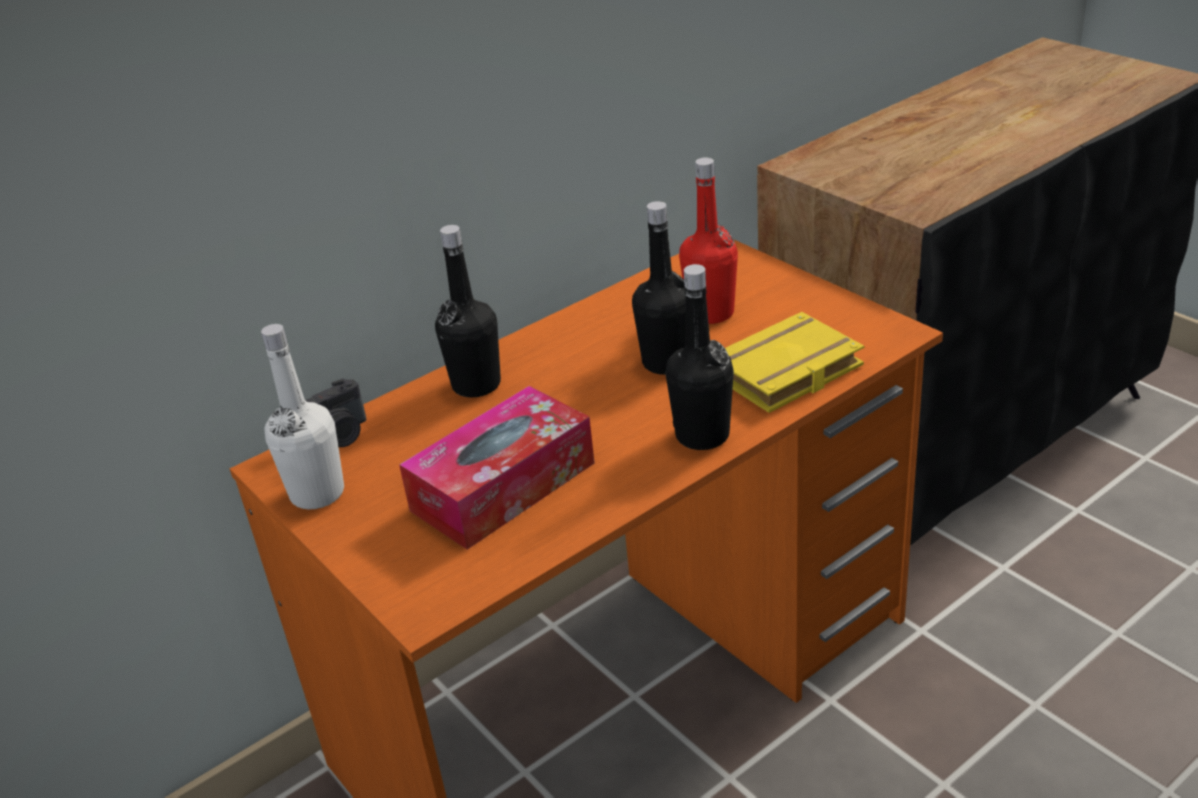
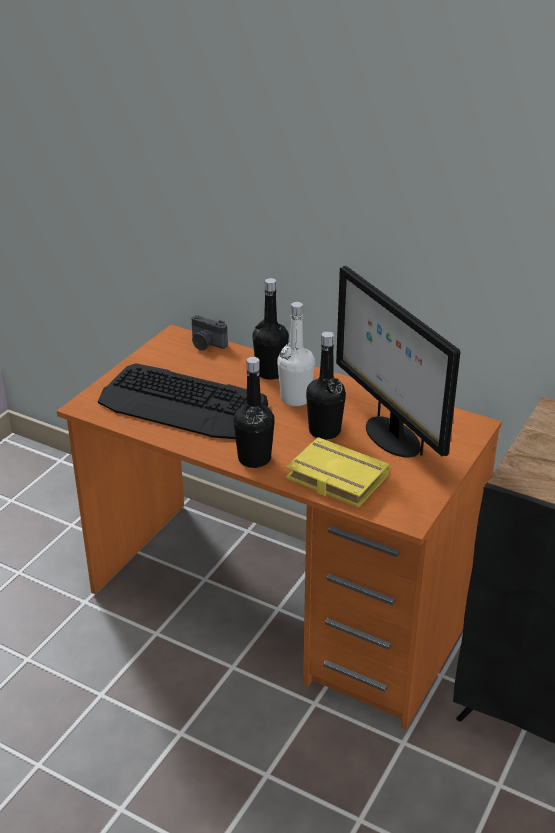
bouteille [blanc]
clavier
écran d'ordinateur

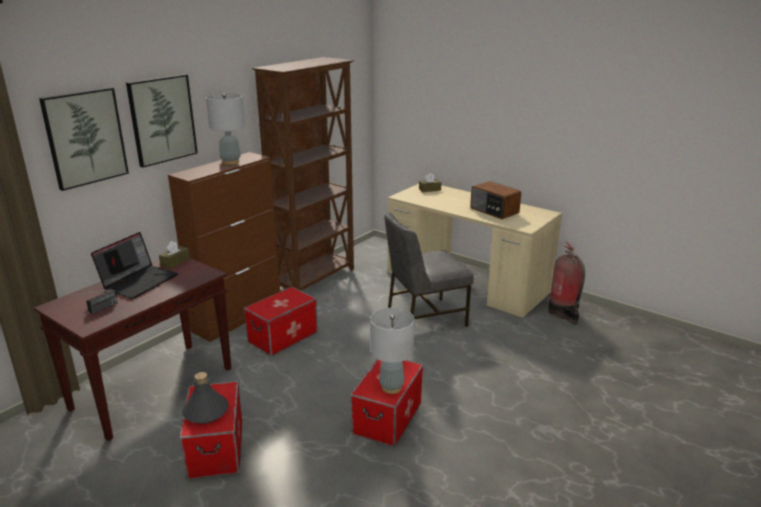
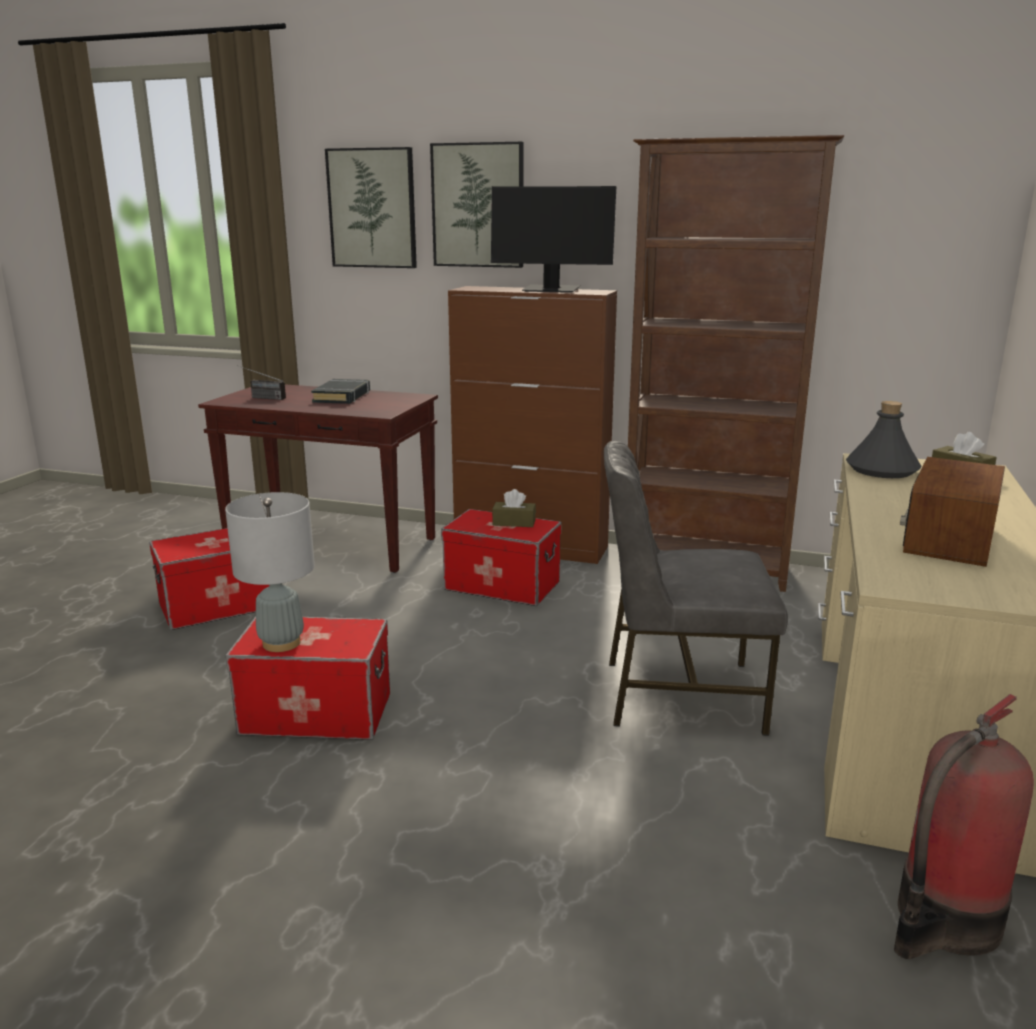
boîte à mouchoirs [marron] (1st from left)
bouteille [gris]
livre [noir]
écran d'ordinateur
chaise [gris]

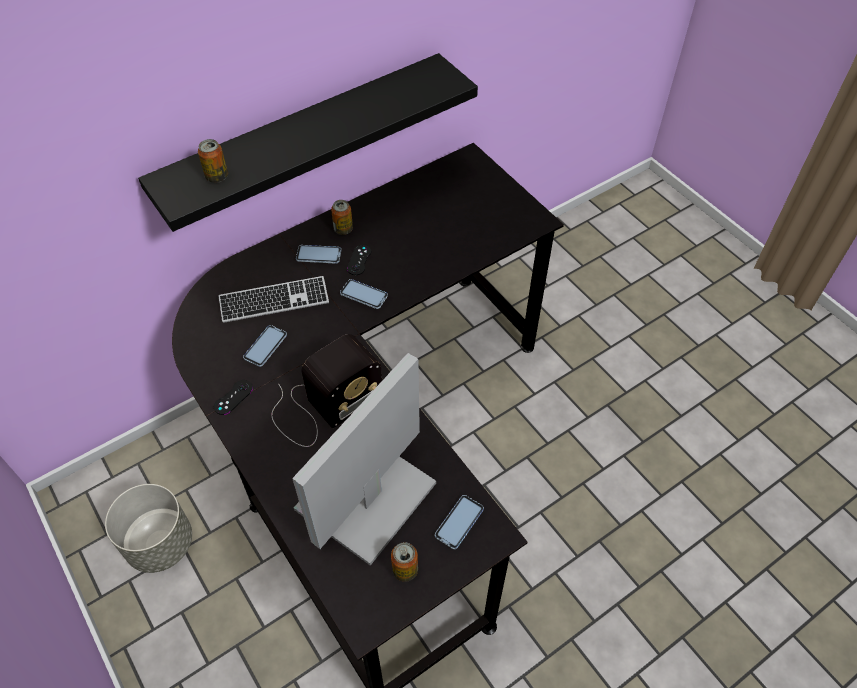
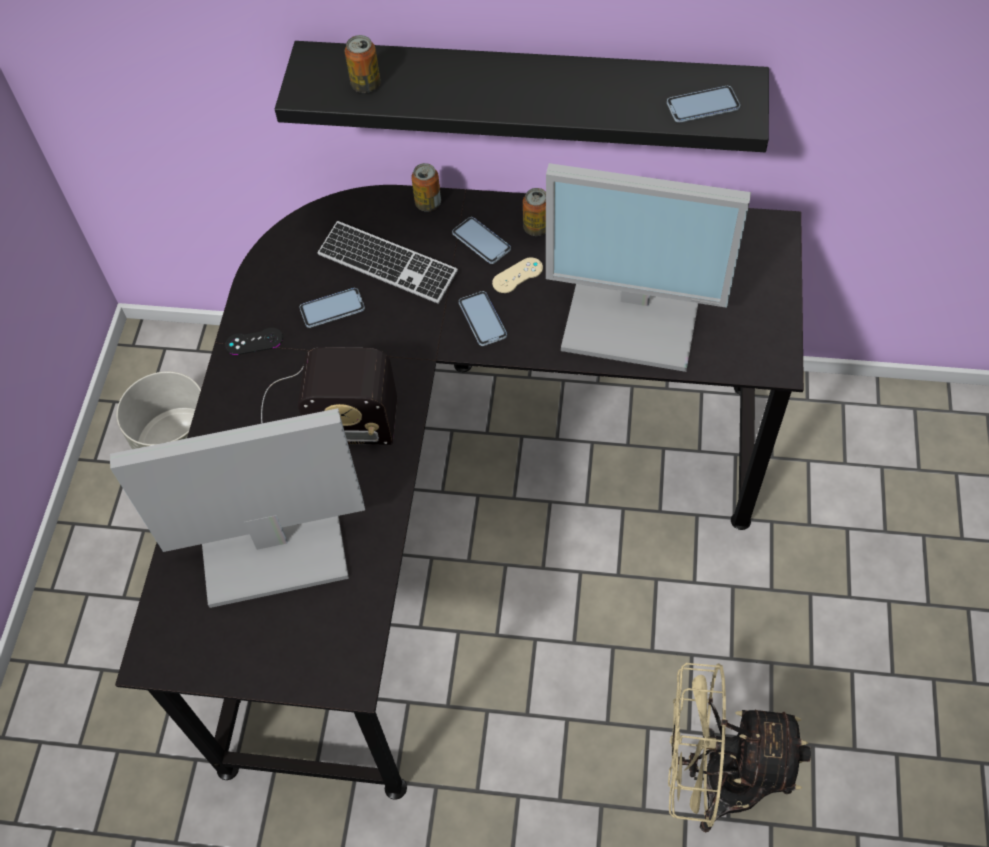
écran d'ordinateur (2nd from left)
ventilateur [beige]
boîte métallique (2nd from left)
téléphone (4th from left)
manette [beige]

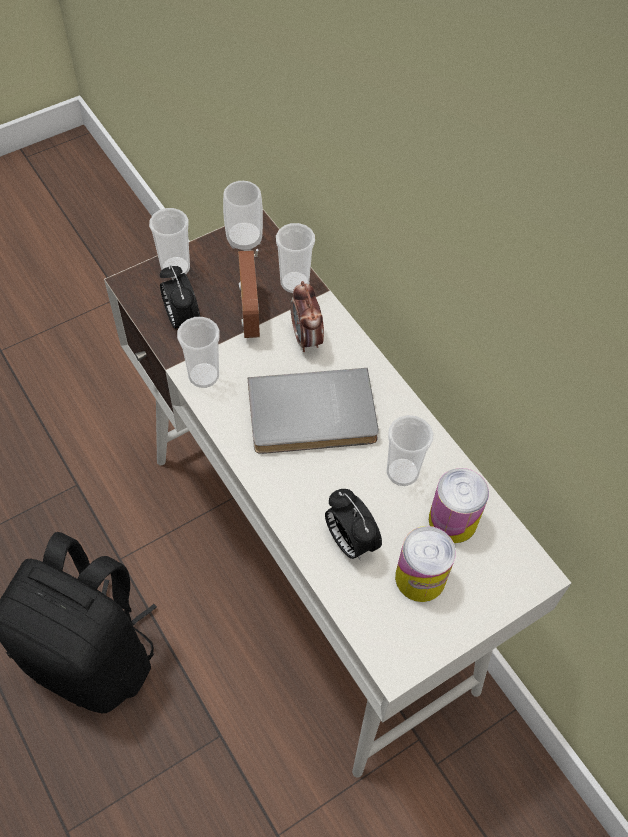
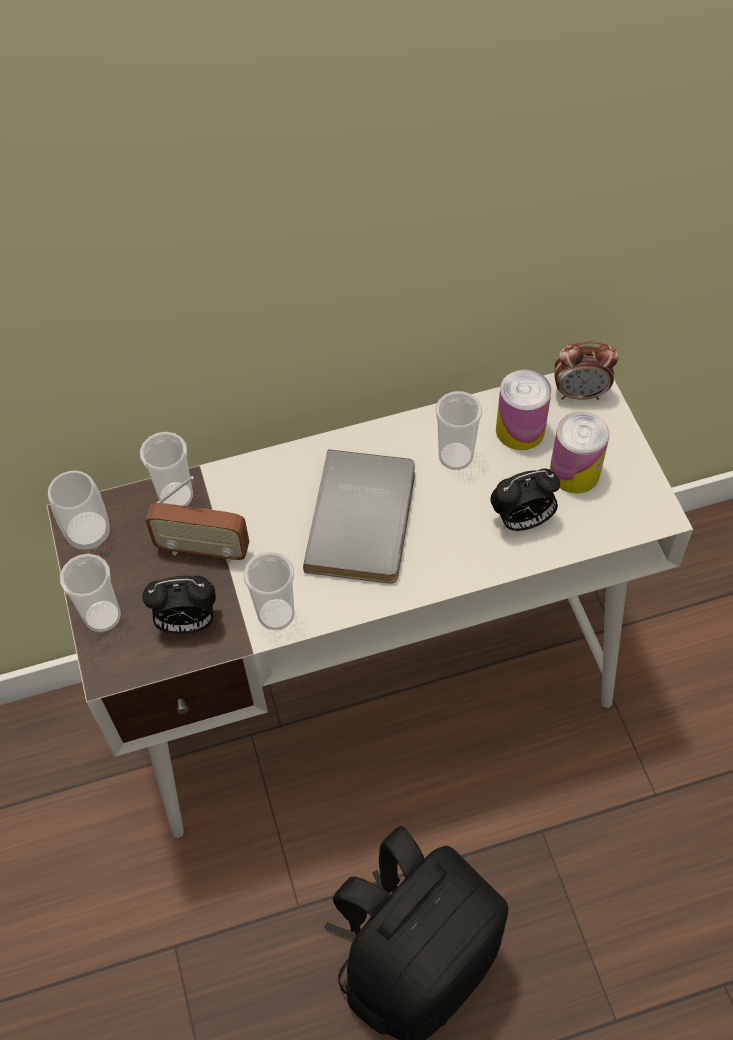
réveil (3rd from left)

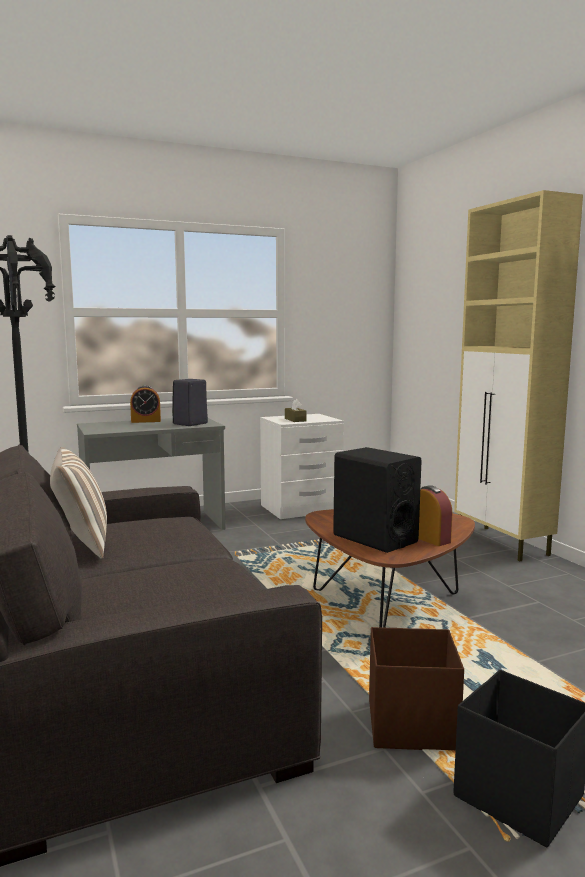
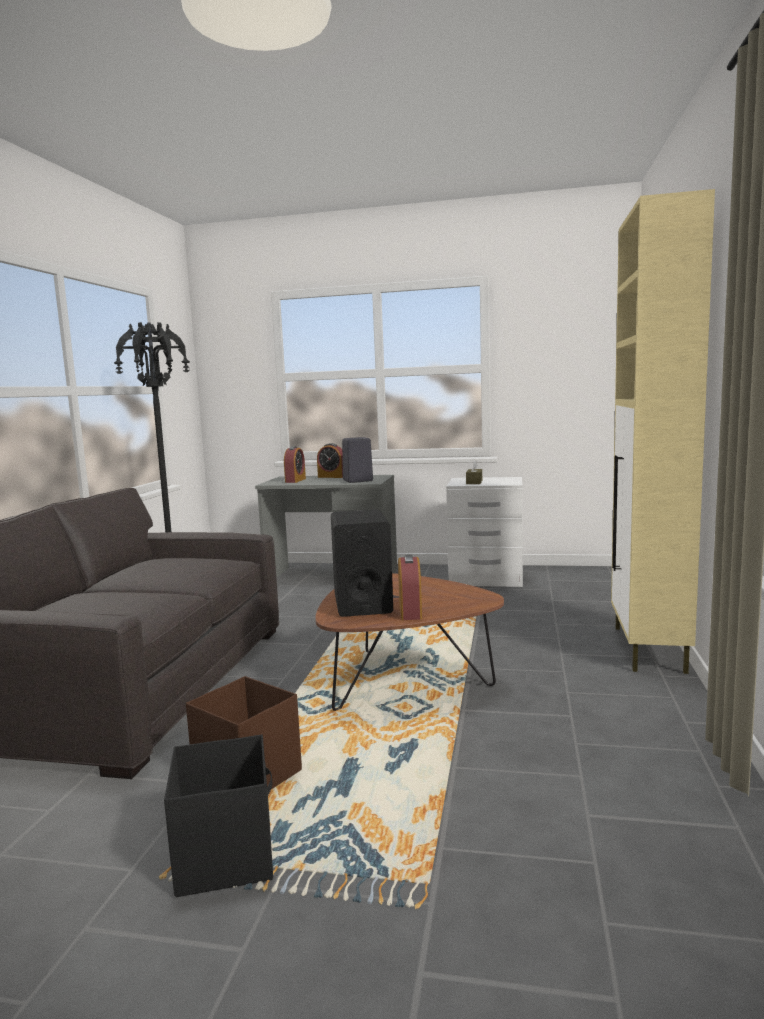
coussin
réveil (1st from left)

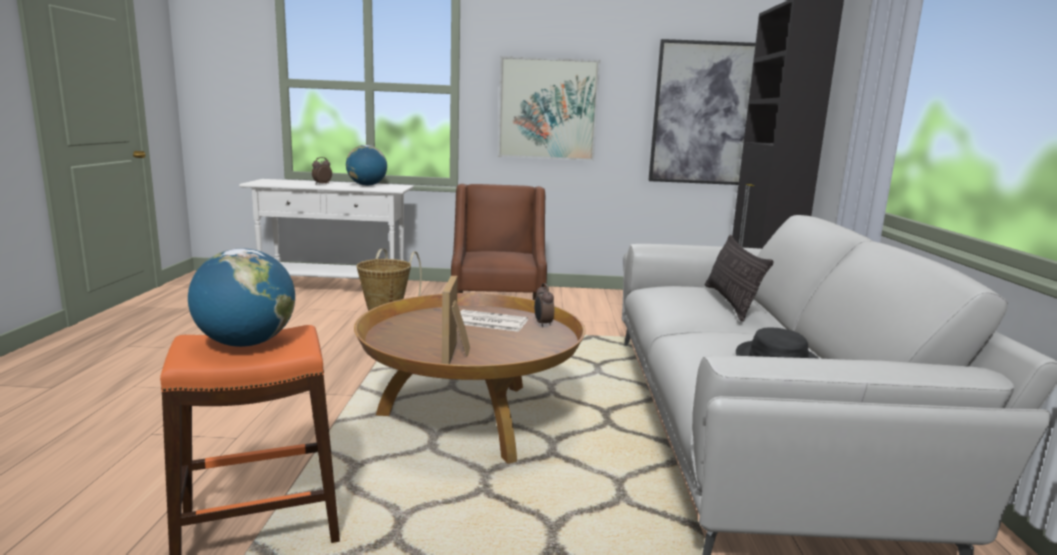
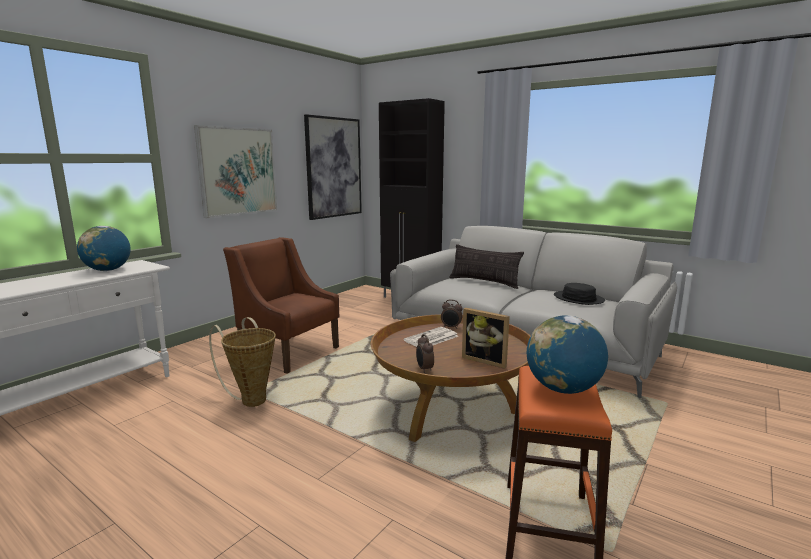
réveil (1st from left)

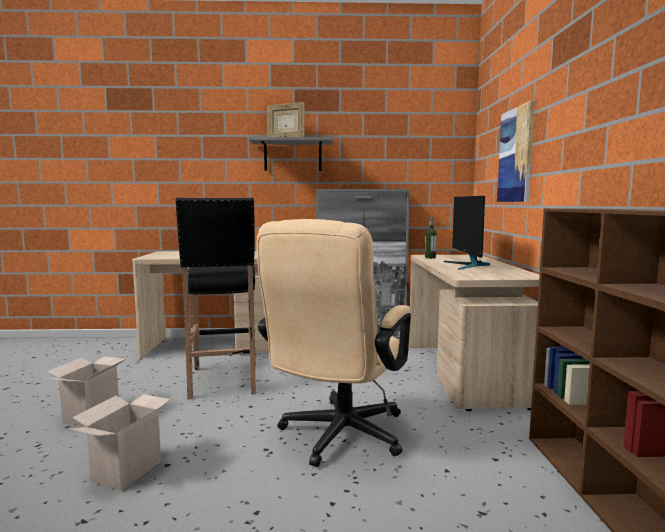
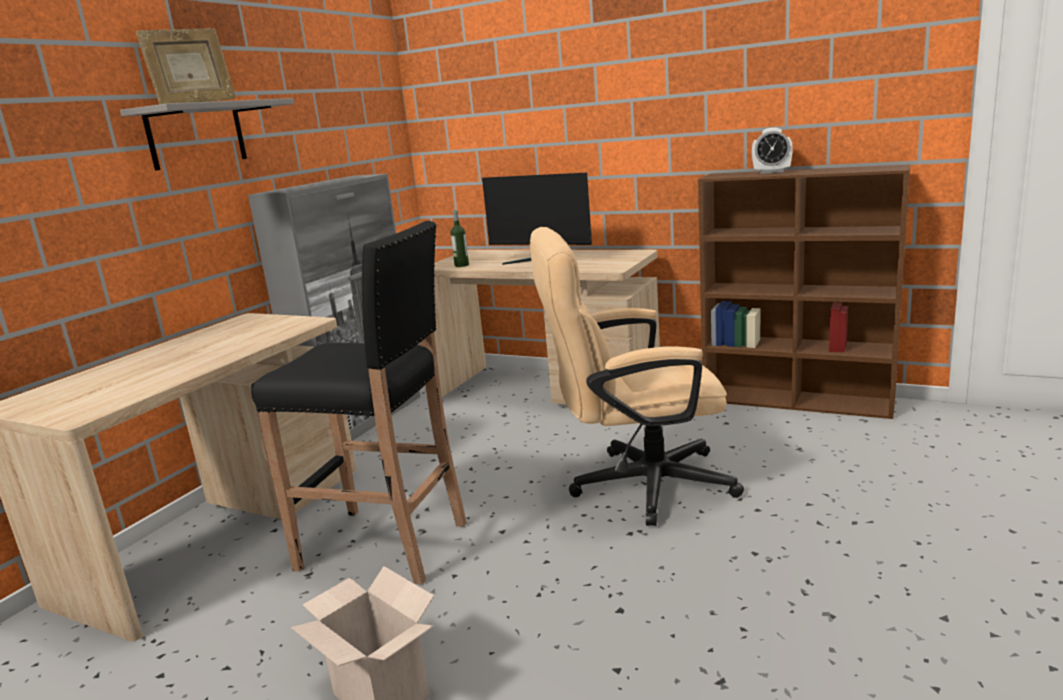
carton (2nd from left in the first image)
tableau
réveil
chaise de bureau [beige]

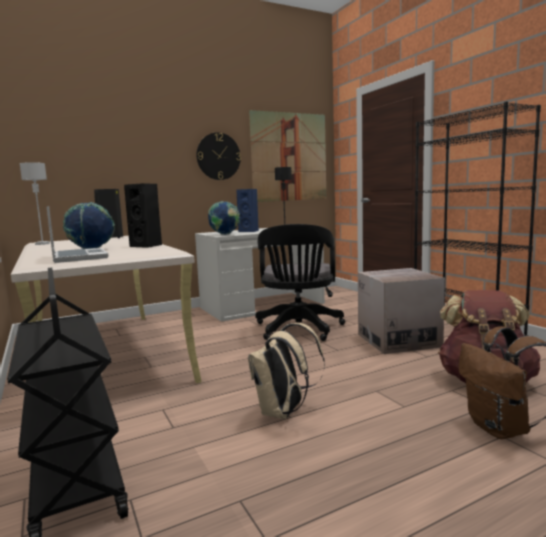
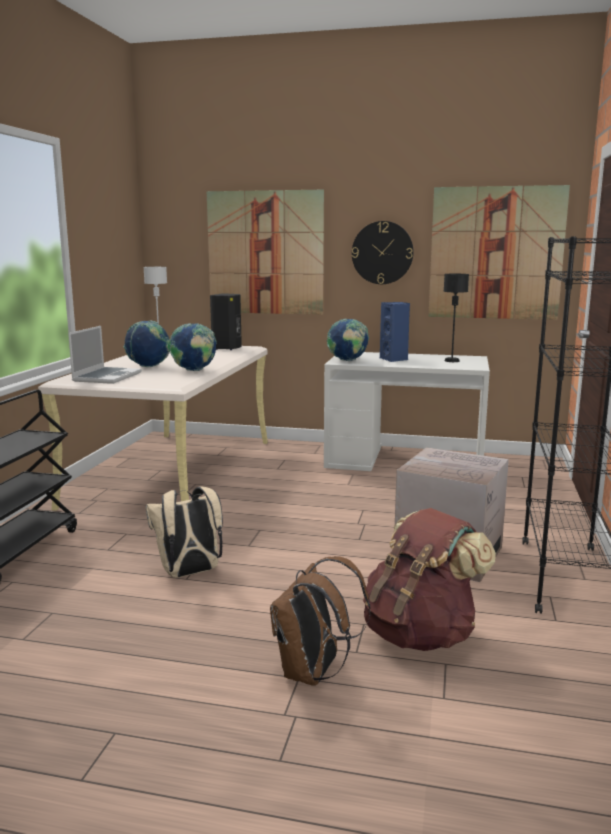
chaise de bureau [noir]
tableau (1st from left)
globe (2nd from left)

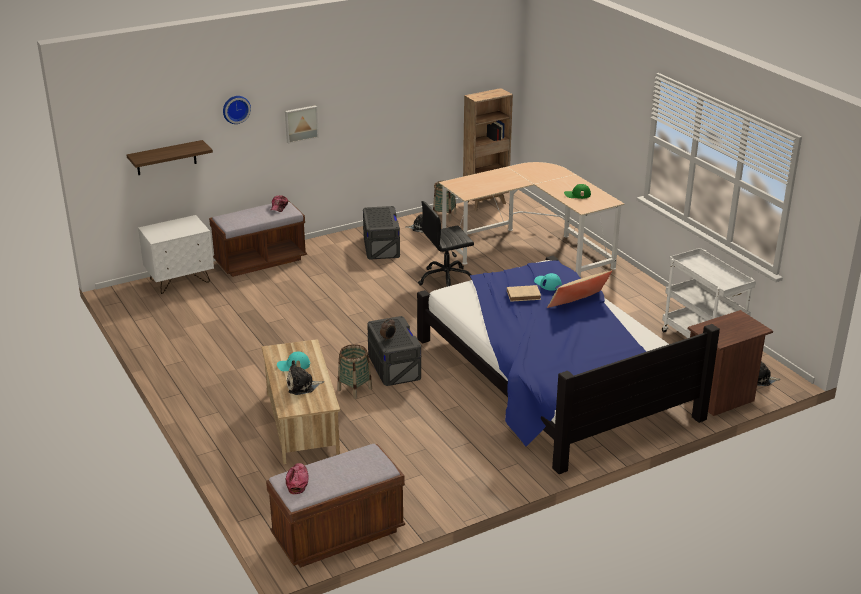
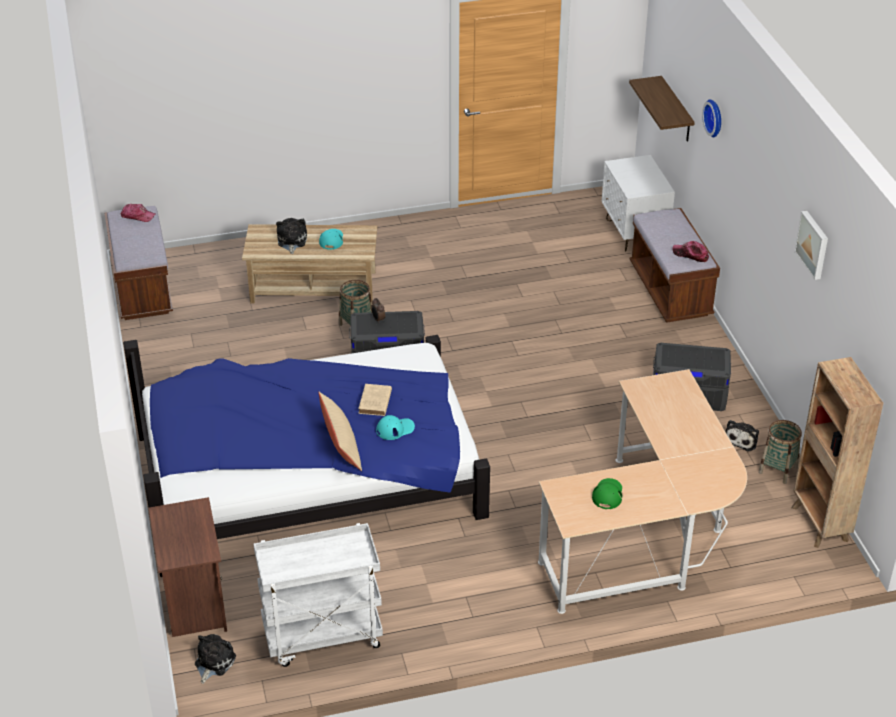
chaise de bureau [noir]
tableau

